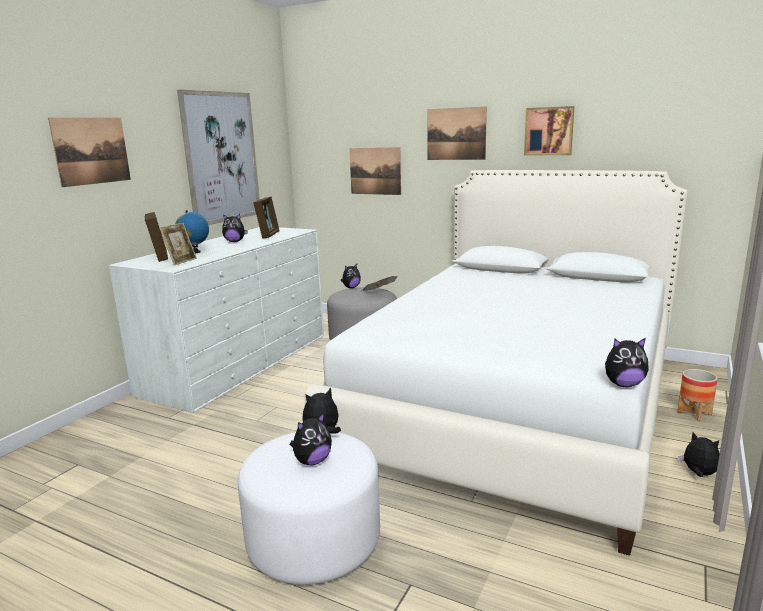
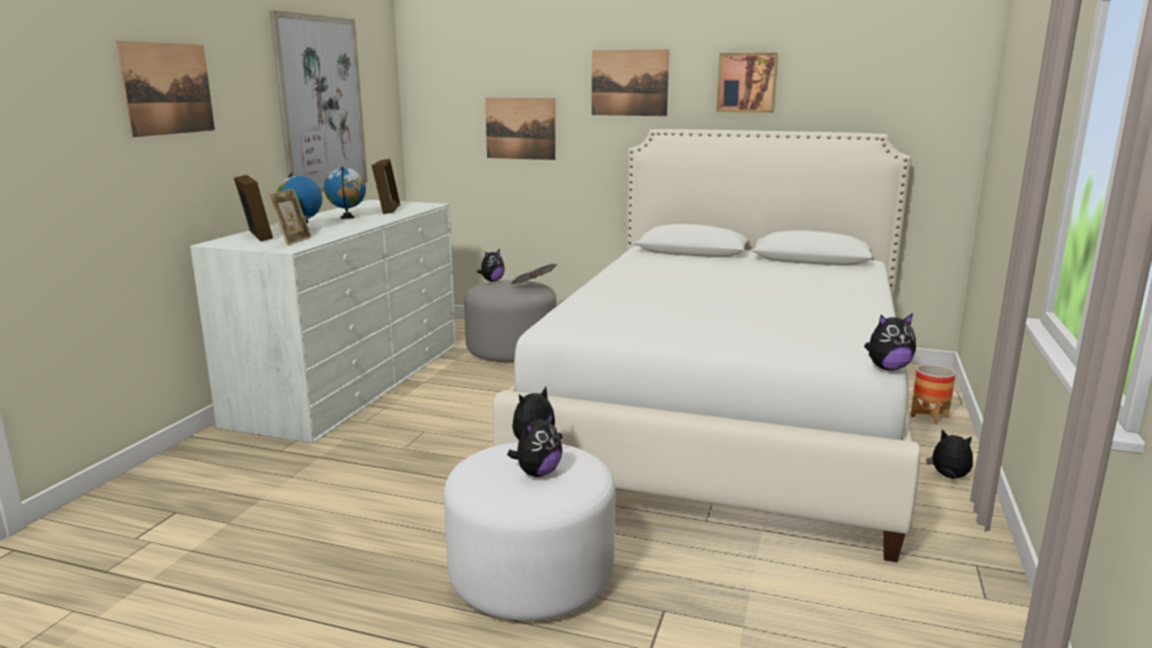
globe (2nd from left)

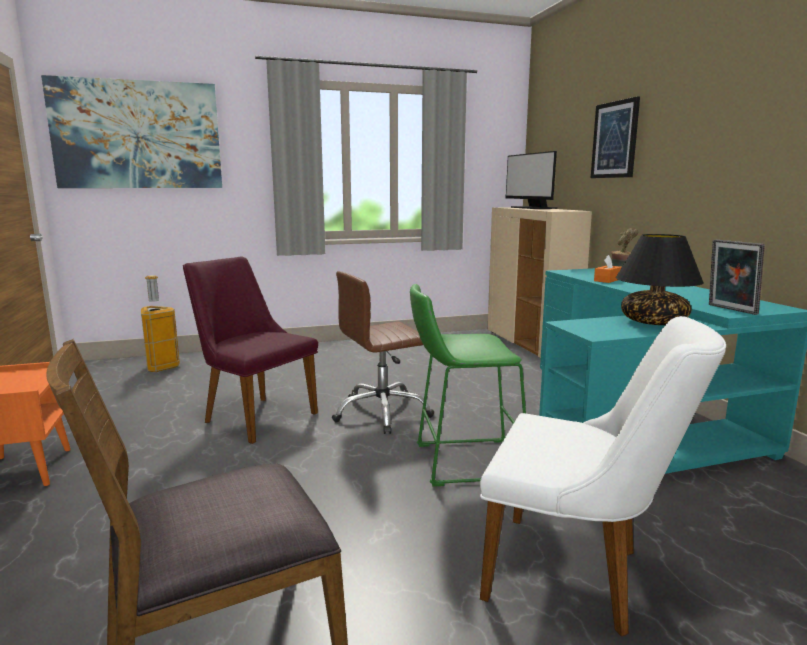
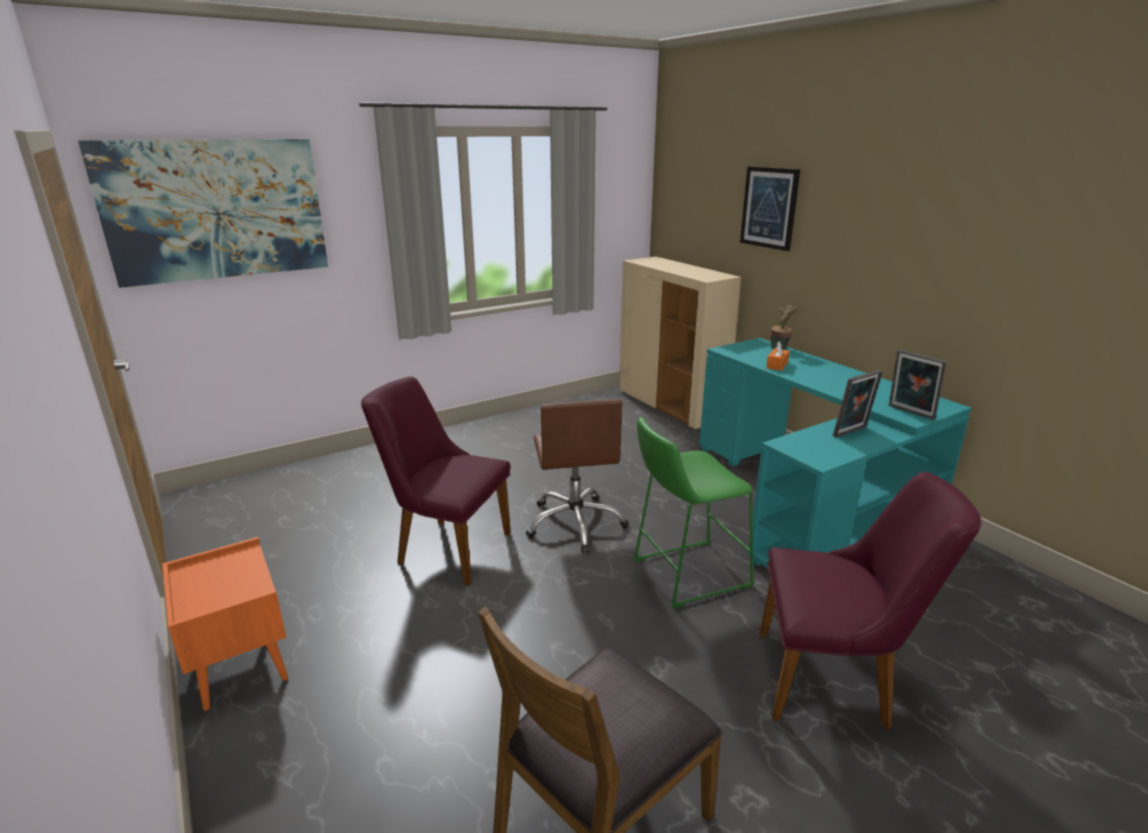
poubelle
écran d'ordinateur
cadre photo (1st from left)
chaise [violet] (2nd from left)
chaise de bureau [marron]

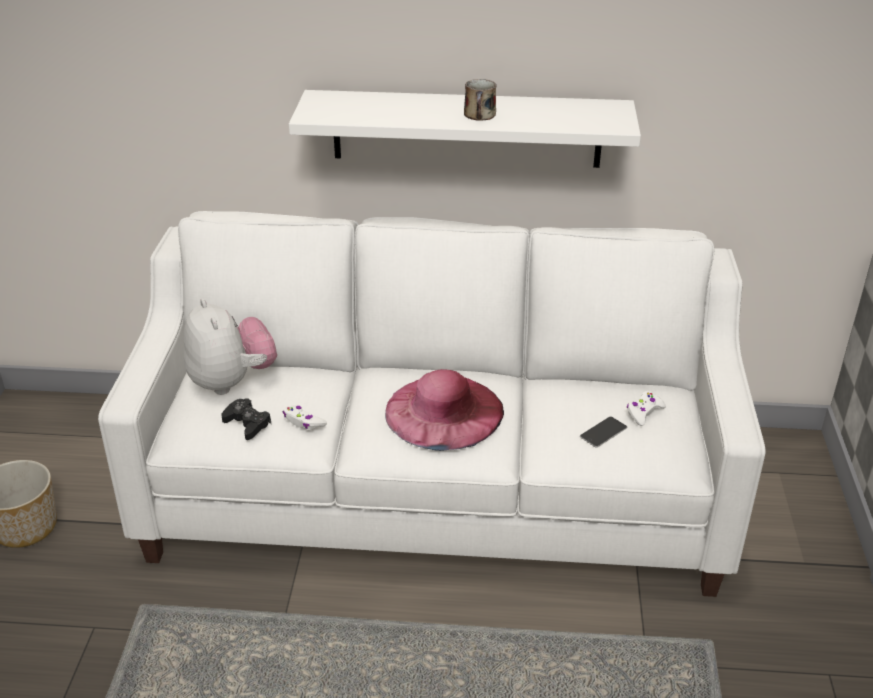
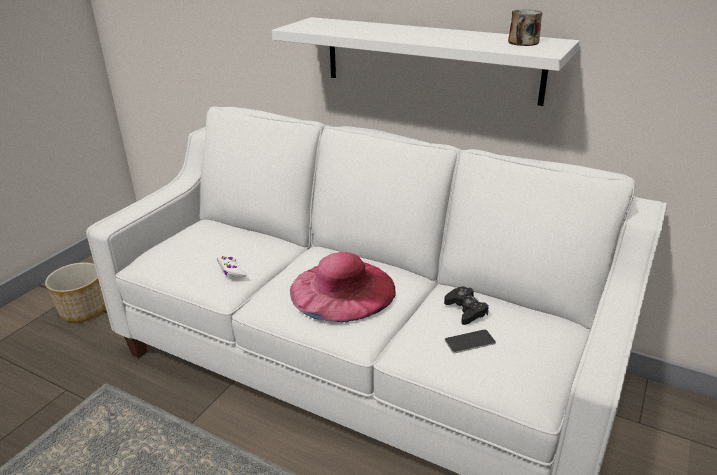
peluche
manette [blanc] (2nd from left in the first image)
manette [noir]
mug

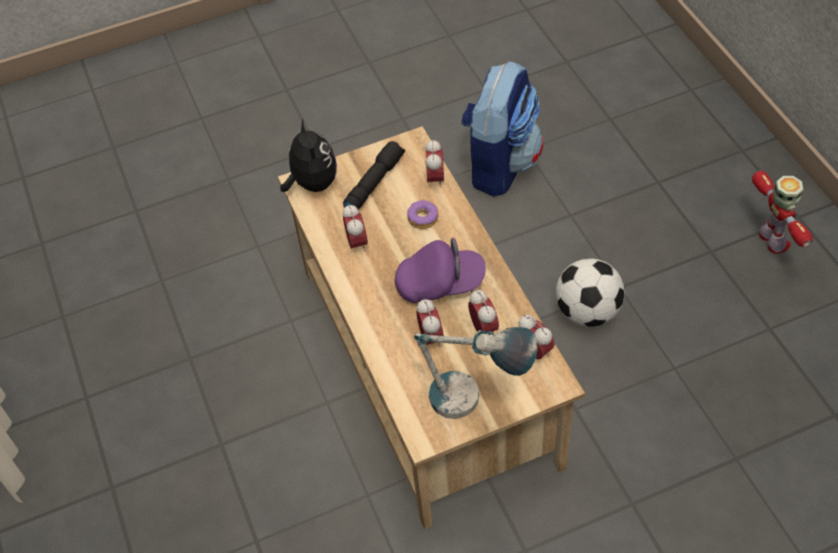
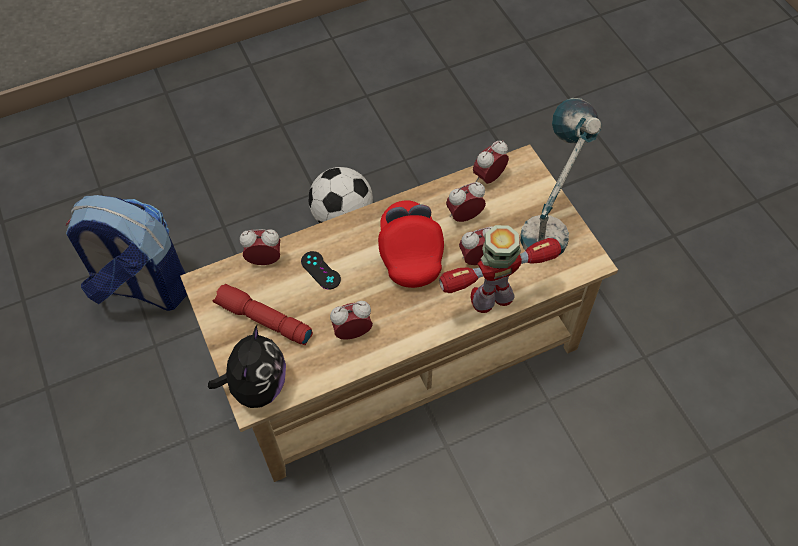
robot jouet
manette [noir]
lampe de poche [rouge]
casquette [rouge]
peluche

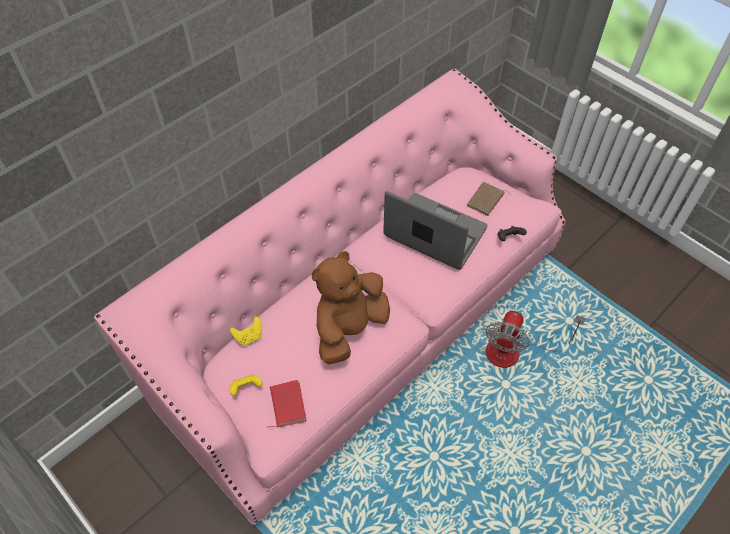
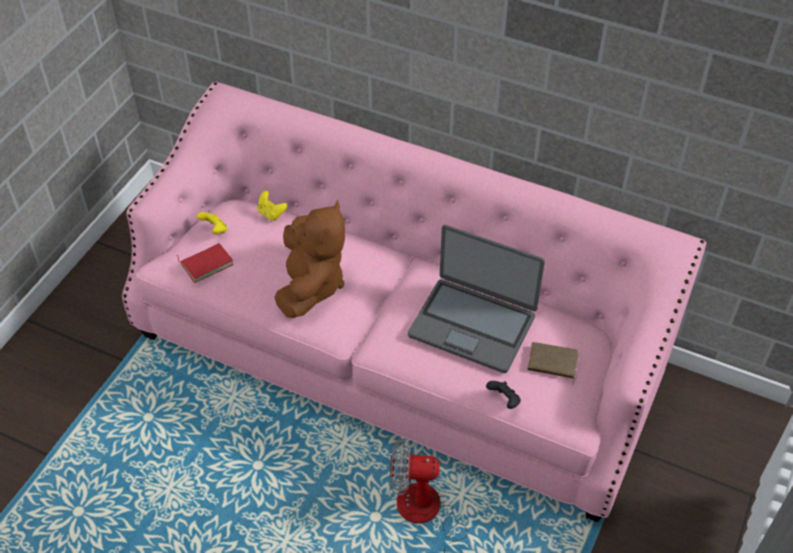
peluche [marron]
ordinateur portable

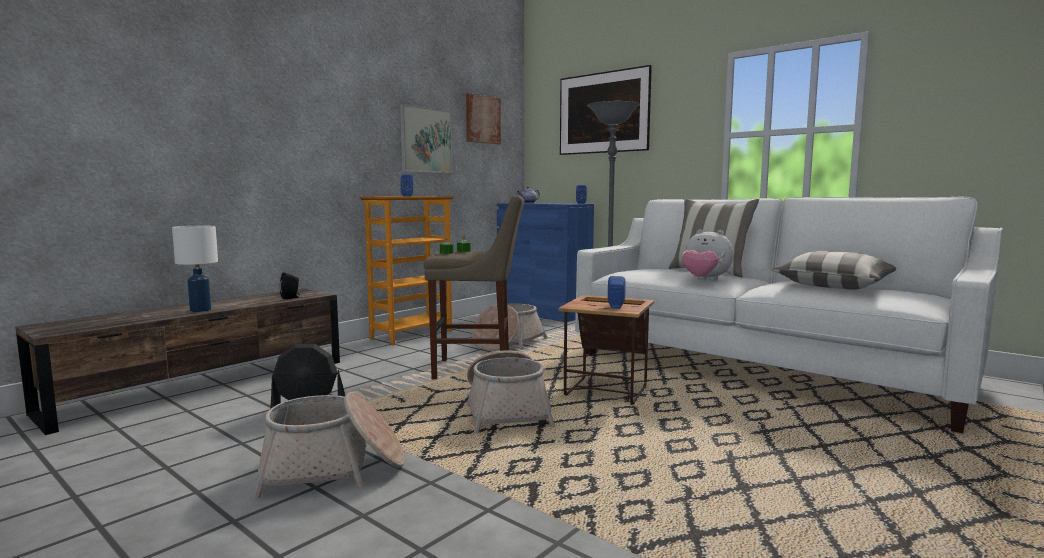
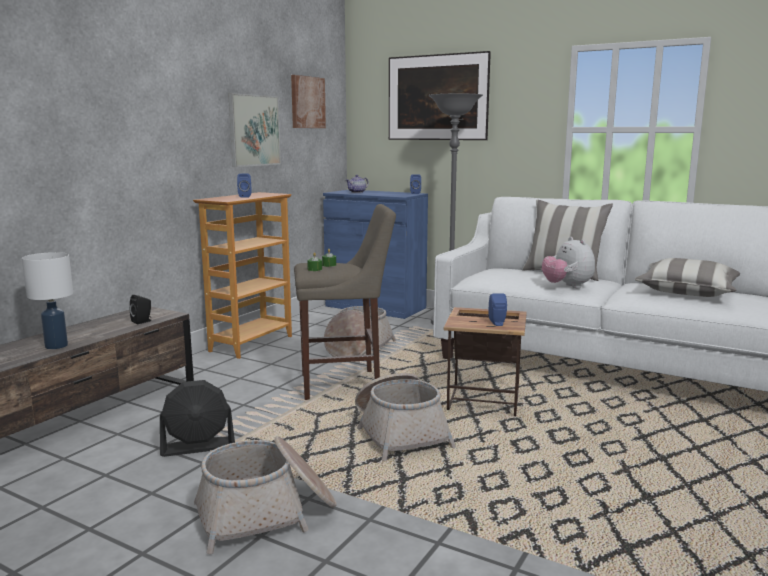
peluche

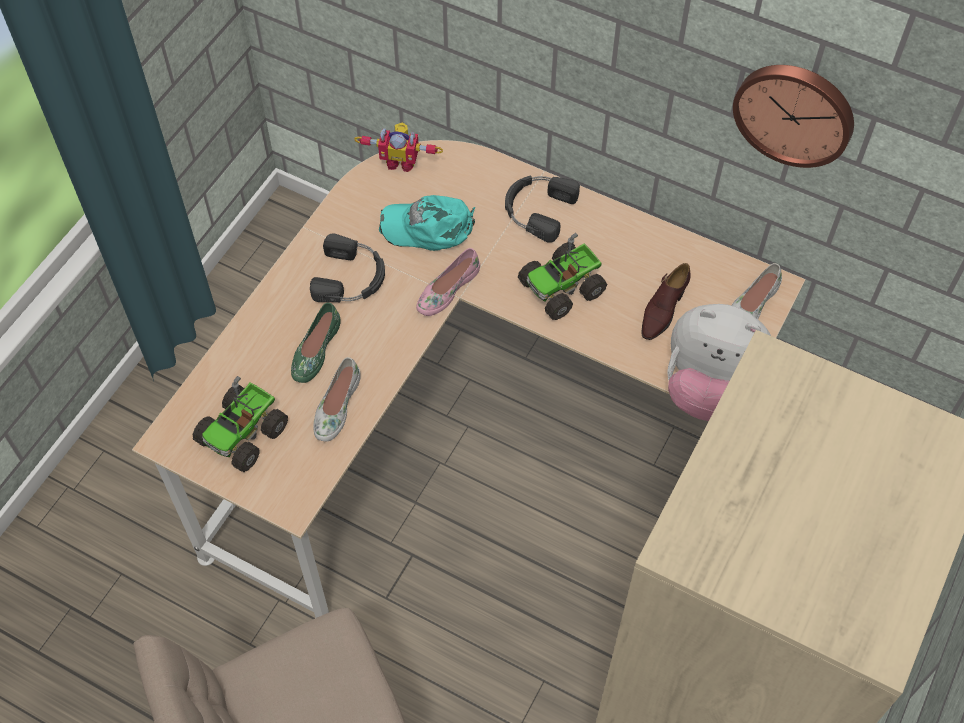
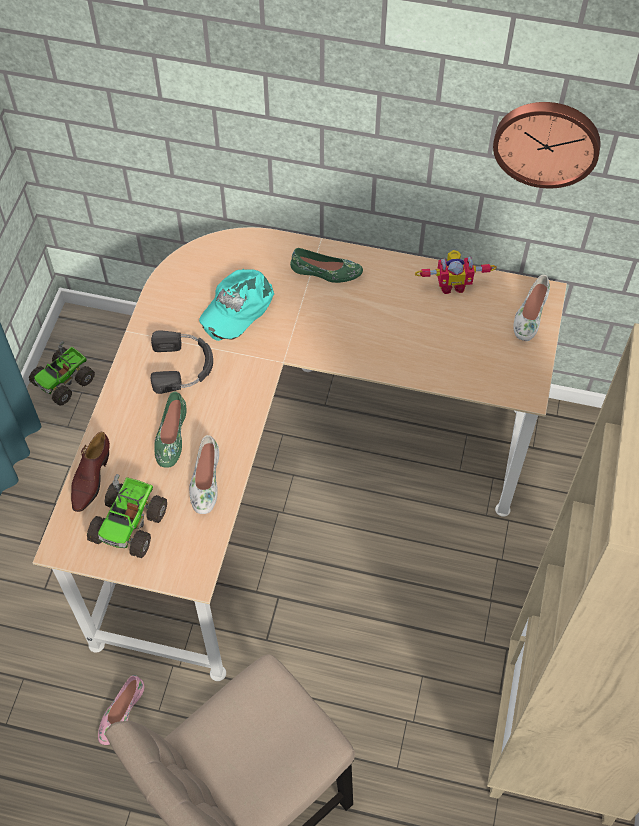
peluche
robot jouet
chaussure [rose]
camion jouet (1st from left)
chaussure [marron]
chaussure [vert] (2nd from left)
casquette [turquoise]

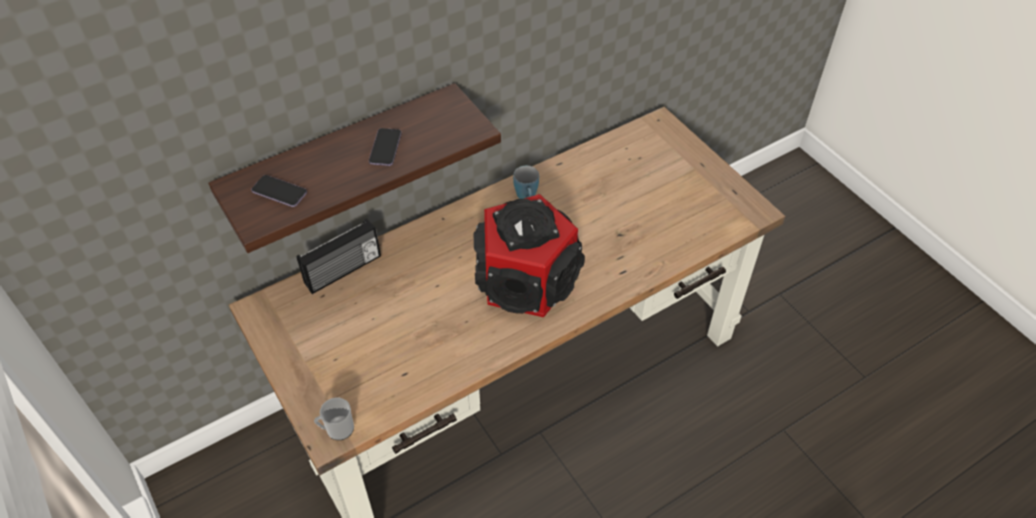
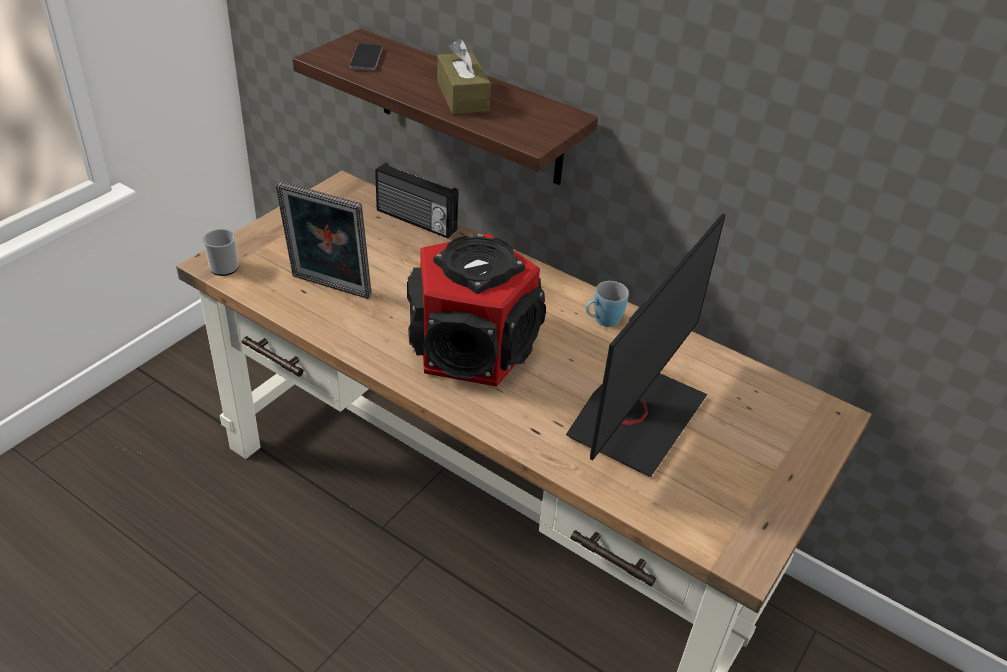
cadre photo
écran d'ordinateur
boîte à mouchoirs [marron]

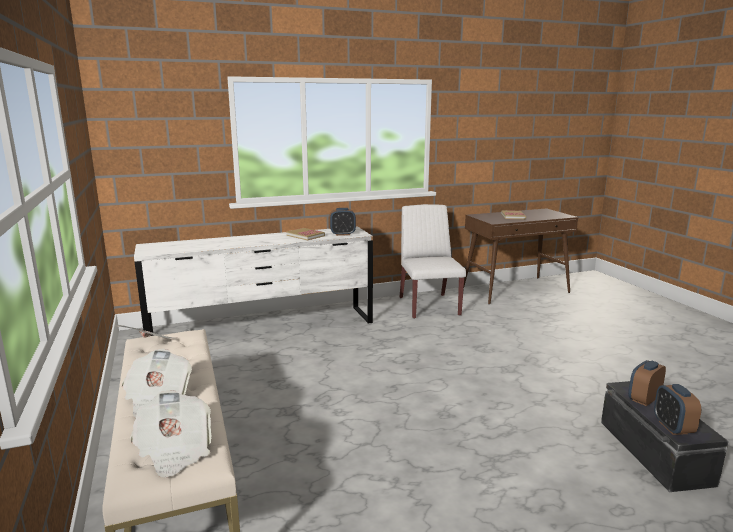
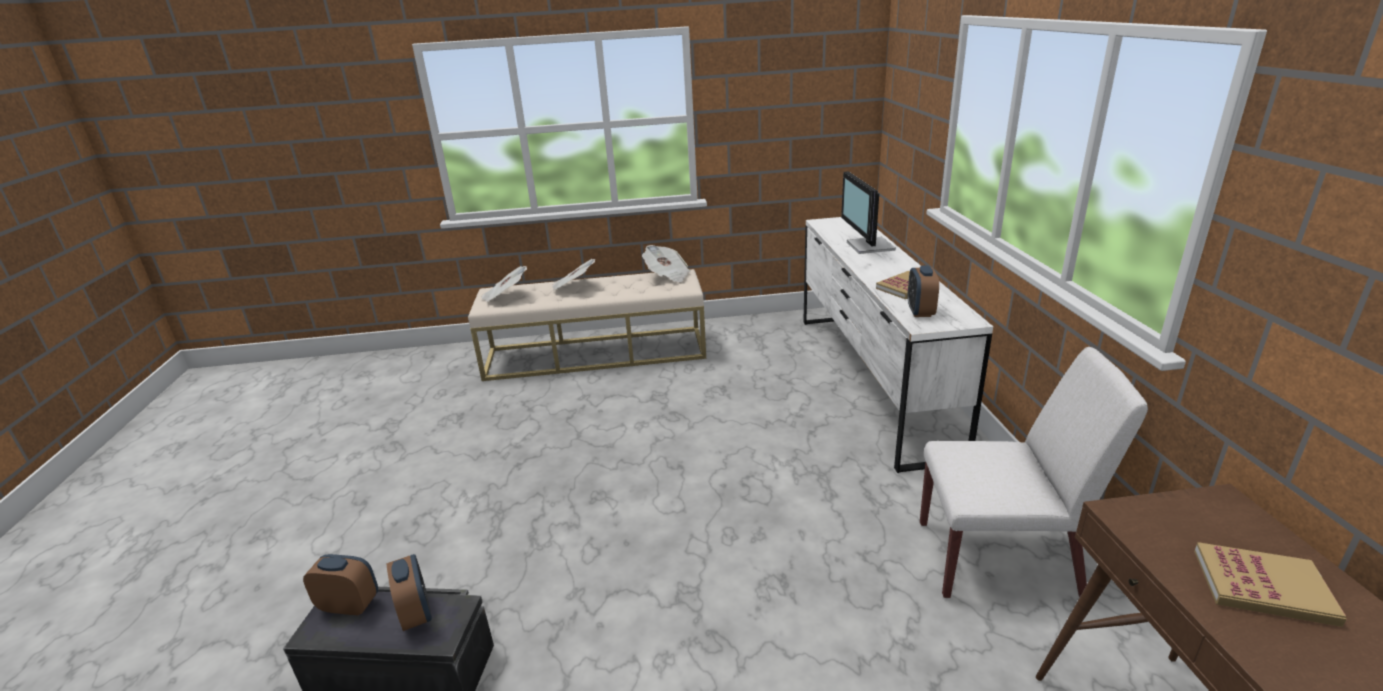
écran d'ordinateur

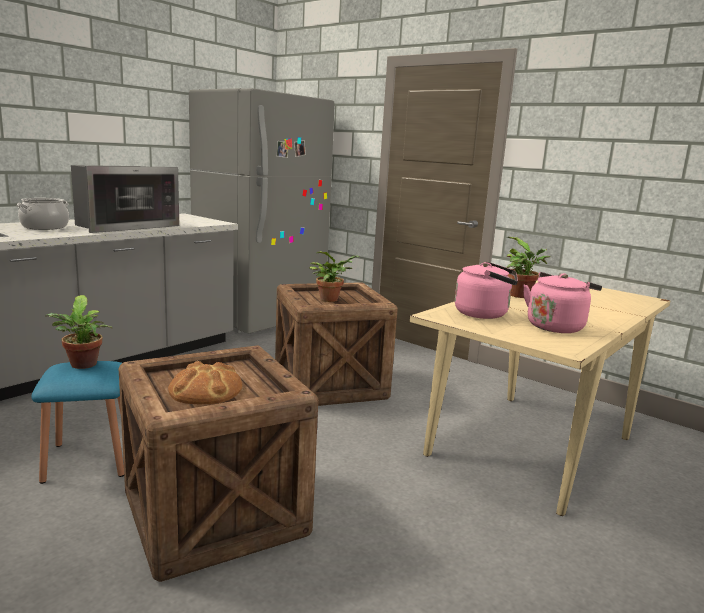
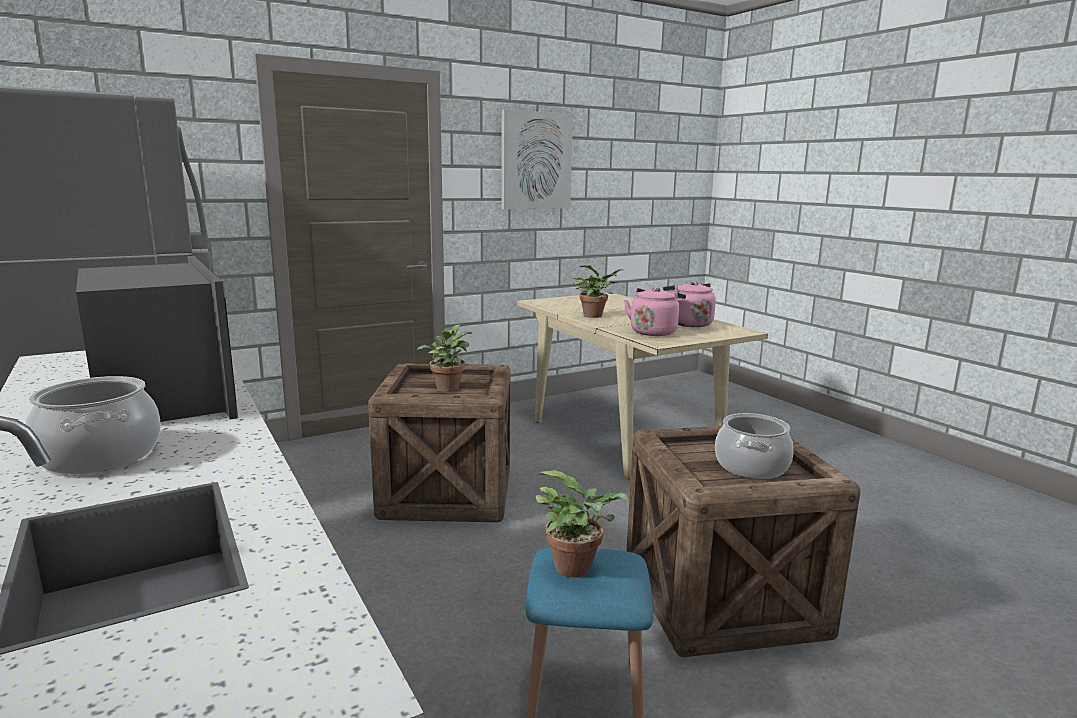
tableau
marmite (2nd from left)

